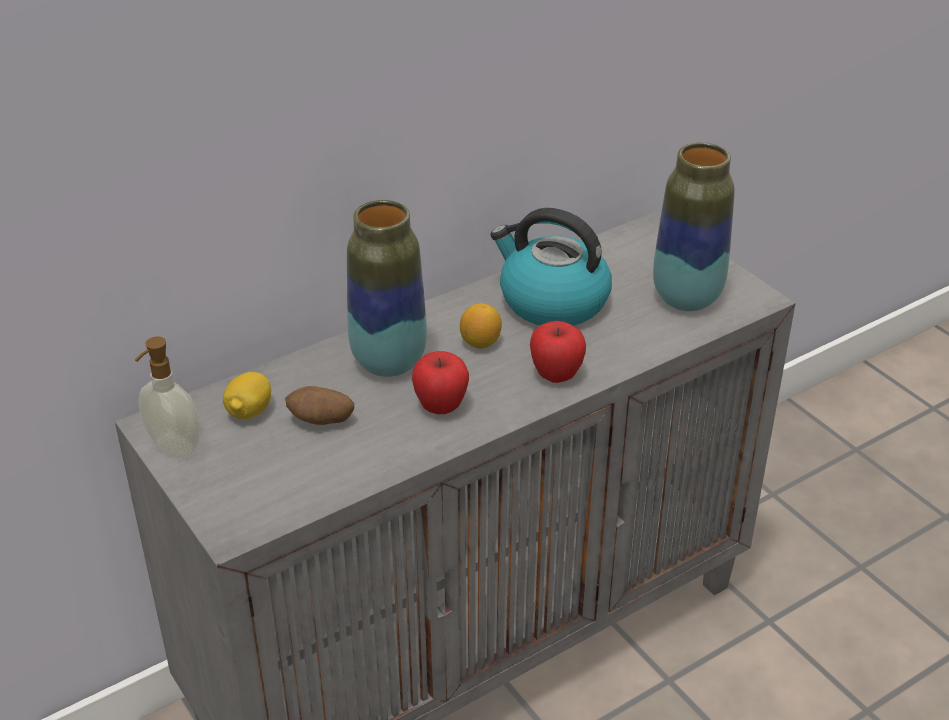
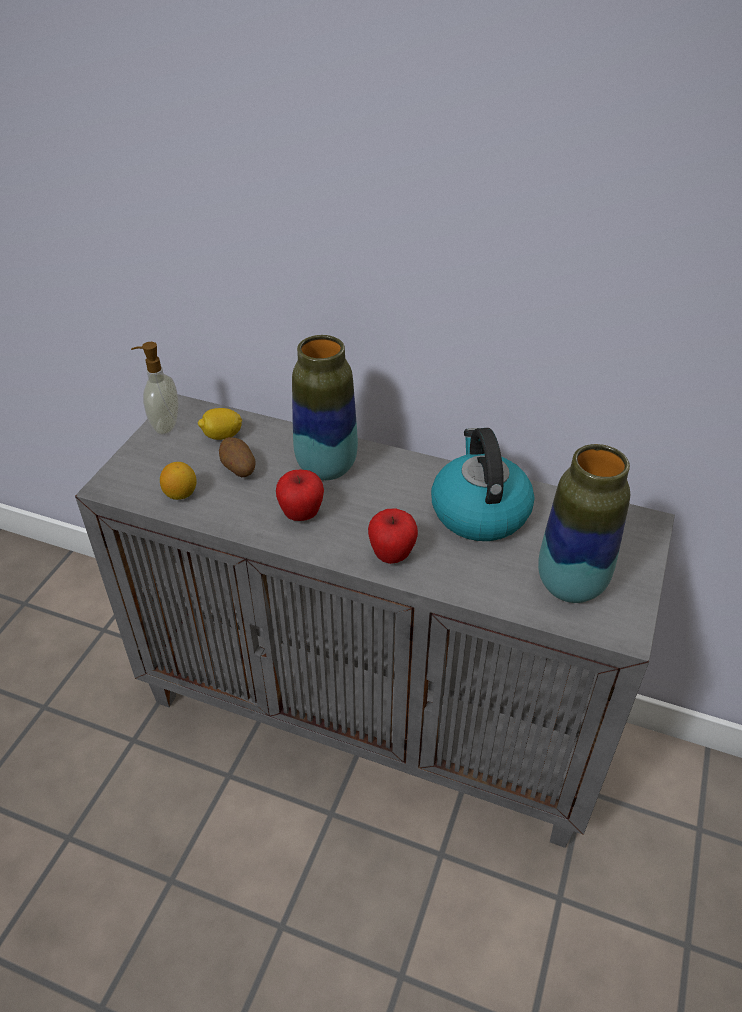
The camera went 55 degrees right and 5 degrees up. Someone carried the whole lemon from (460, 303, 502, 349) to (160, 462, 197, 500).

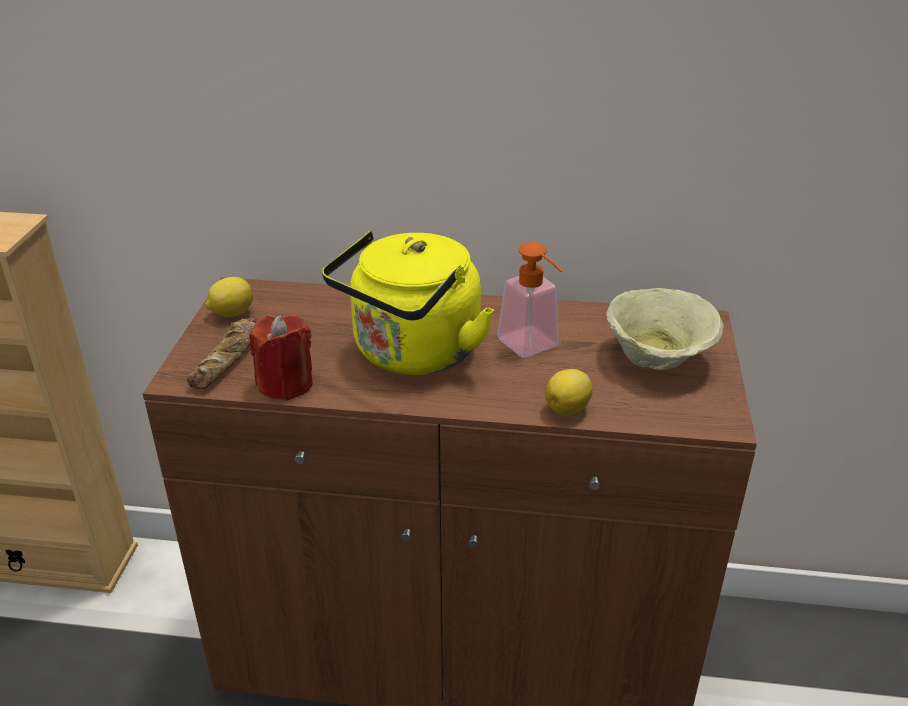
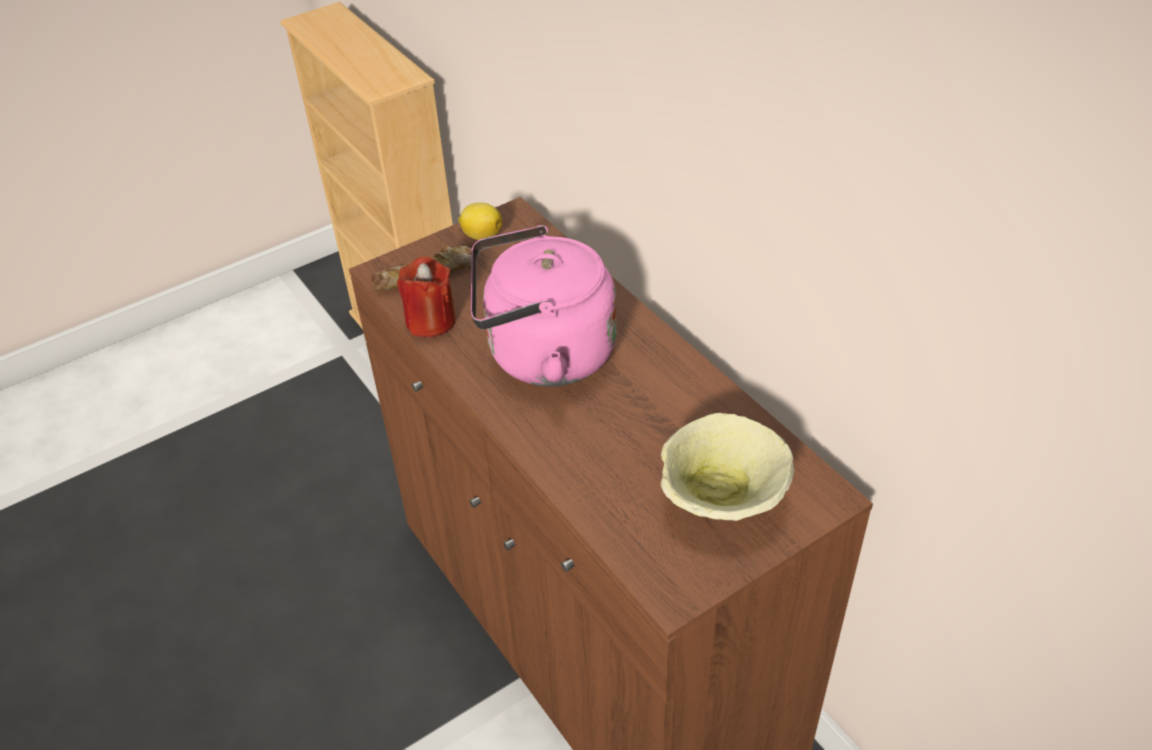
The camera went 50 degrees right and 10 degrees up. Someone repainted the yellow kettle at (322, 231, 494, 375), which became the pinkish kettle at (471, 225, 617, 387). Someone took away the liquid soap bottle at (497, 242, 563, 358). Someone took away the whole lemon at (545, 369, 593, 416).

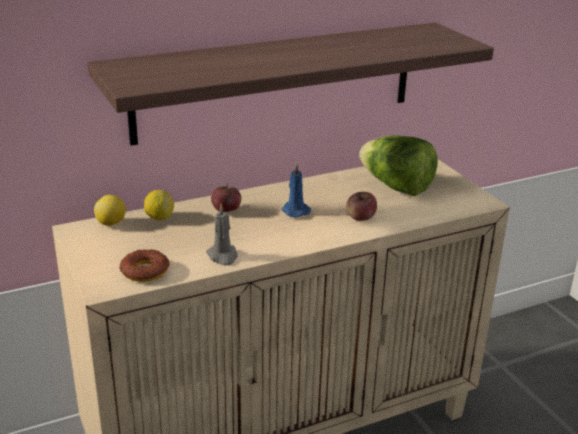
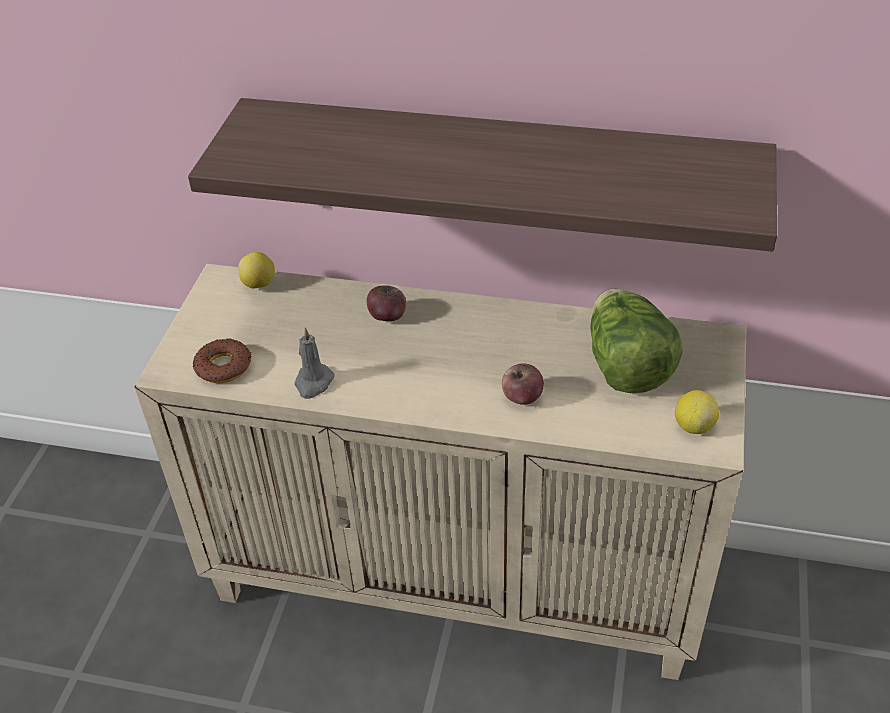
The camera went 40 degrees right and 15 degrees up. Someone carried the whole lemon from (144, 190, 174, 220) to (675, 390, 719, 434). Someone took away the blue-coloured candle at (281, 164, 311, 217).

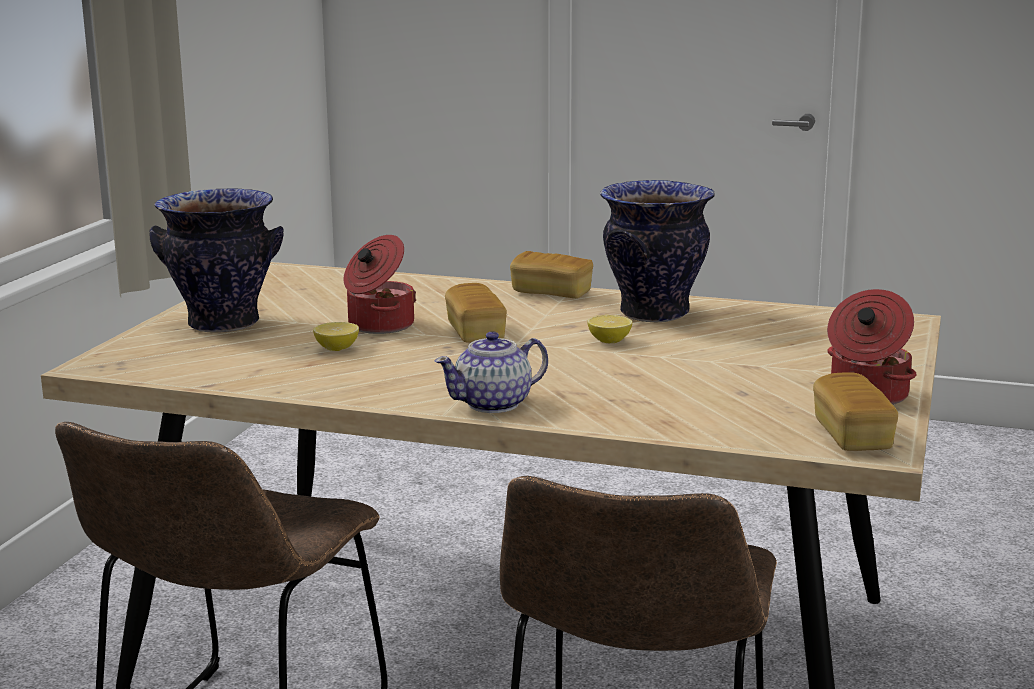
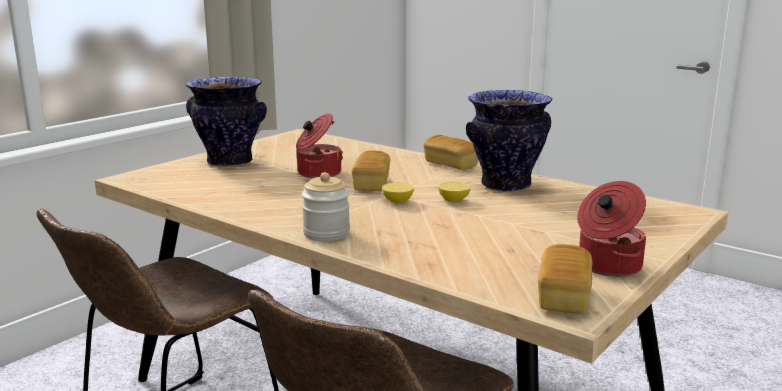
The camera went 20 degrees right and 0 degrees up. Someone swapped the tea pot at (435, 331, 548, 413) for the preserve jar at (301, 172, 350, 242). Someone carried the whole lemon from (313, 322, 359, 351) to (382, 182, 414, 203).

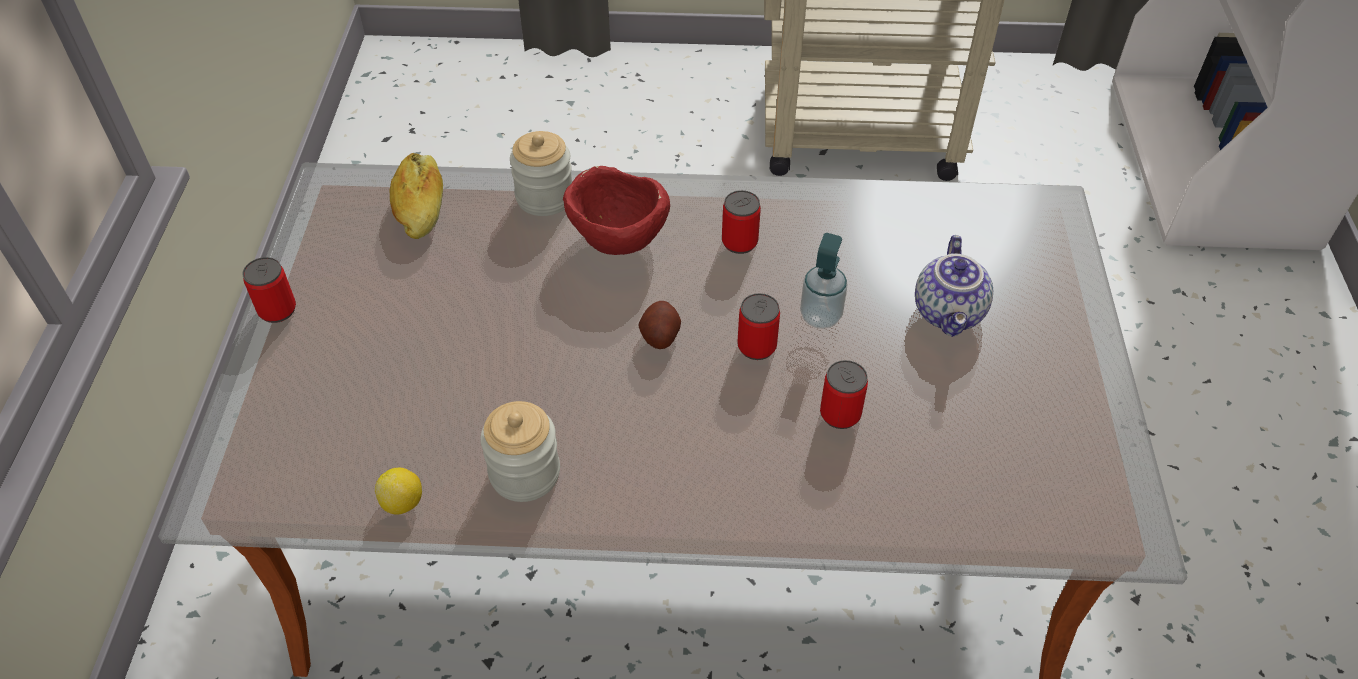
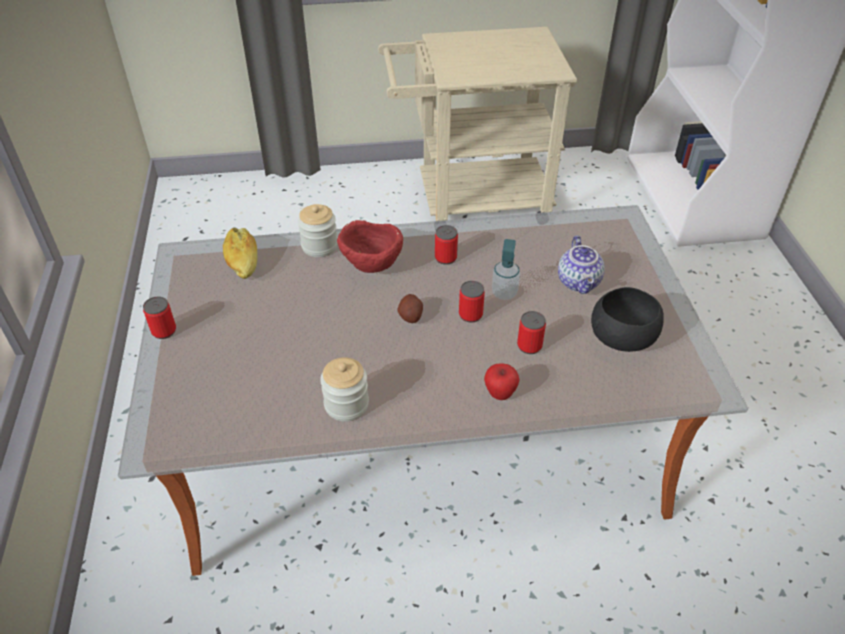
The camera went 10 degrees left and 5 degrees down. Someone put down the whole apple at (484, 363, 520, 400). Someone put down the black-coloured bowl at (591, 287, 664, 352). Someone took away the whole lemon at (375, 467, 422, 515).

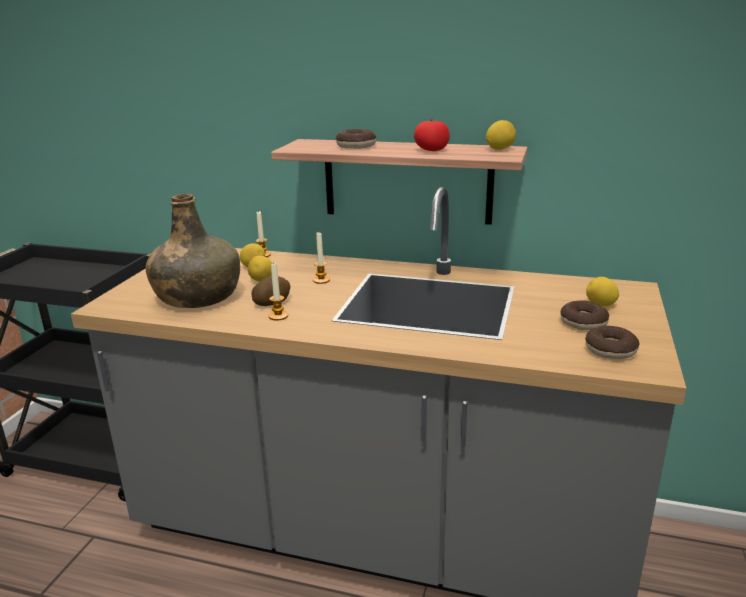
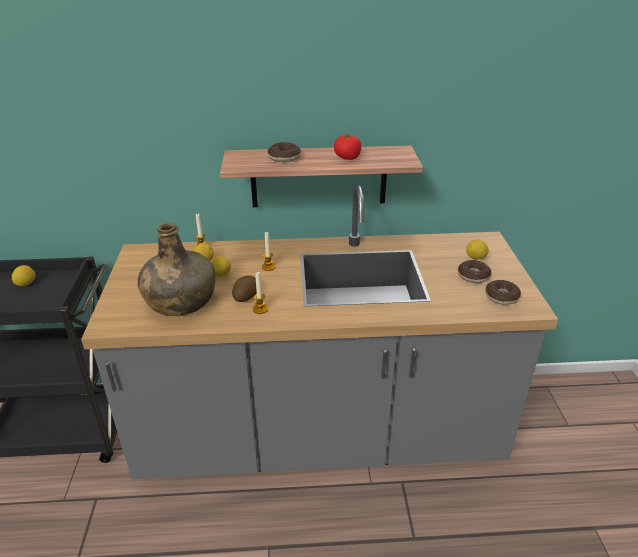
The camera went 20 degrees left and 10 degrees up. Someone carried the whole lemon from (486, 120, 516, 150) to (12, 265, 35, 286).

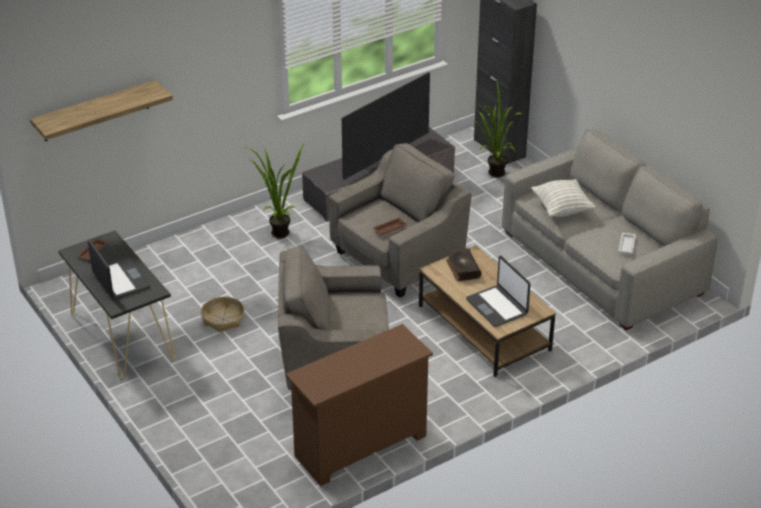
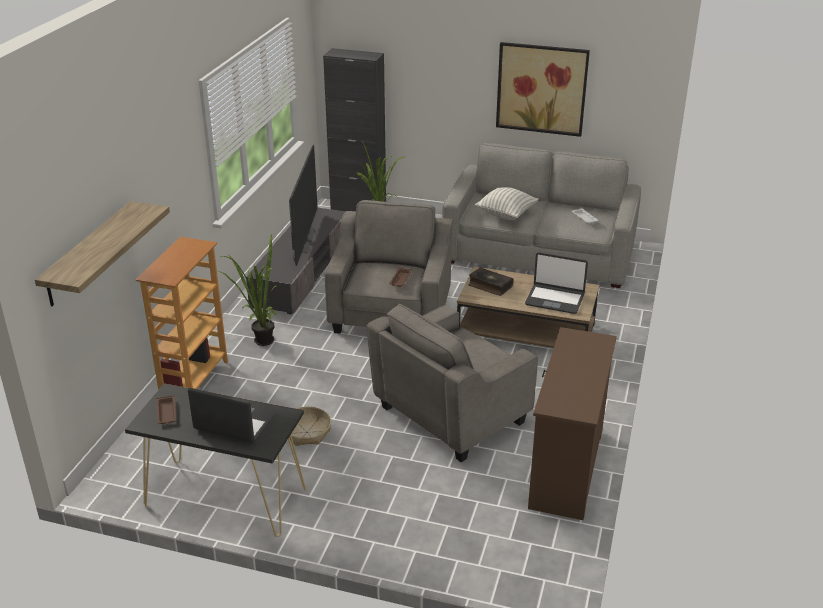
The camera went 40 degrees left and 5 degrees down. Someone put down the bookcase at (135, 237, 228, 390). Someone put up the wall picture at (496, 42, 590, 137).

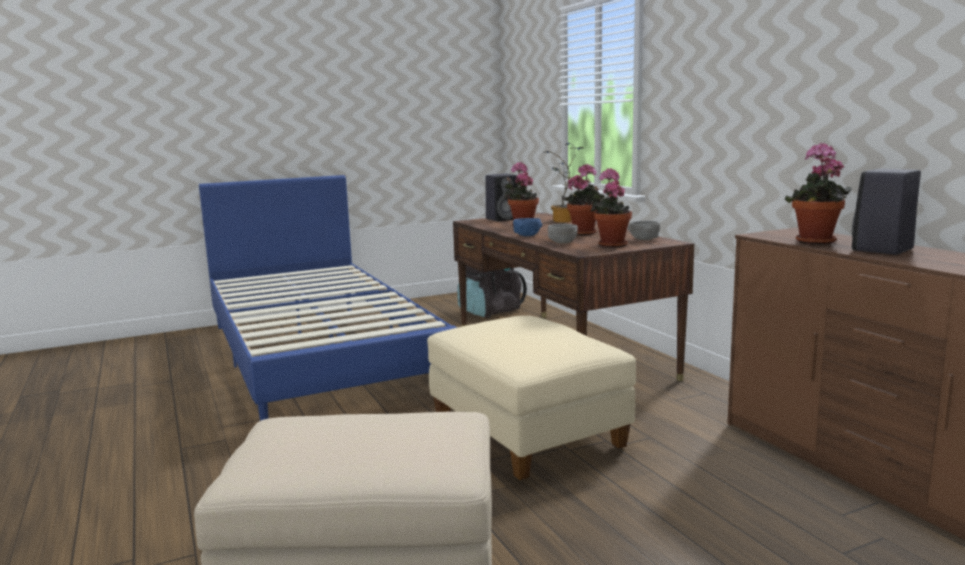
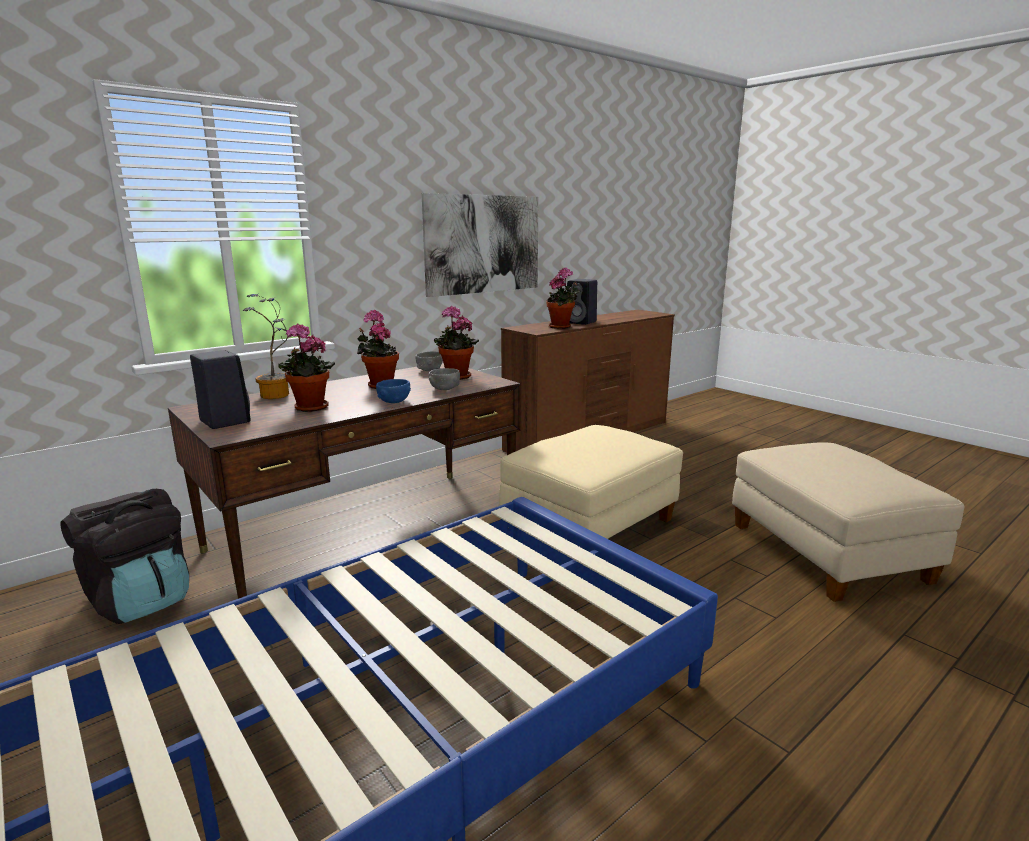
The camera went 105 degrees left and 5 degrees up. Someone put up the wall picture at (422, 193, 539, 297).

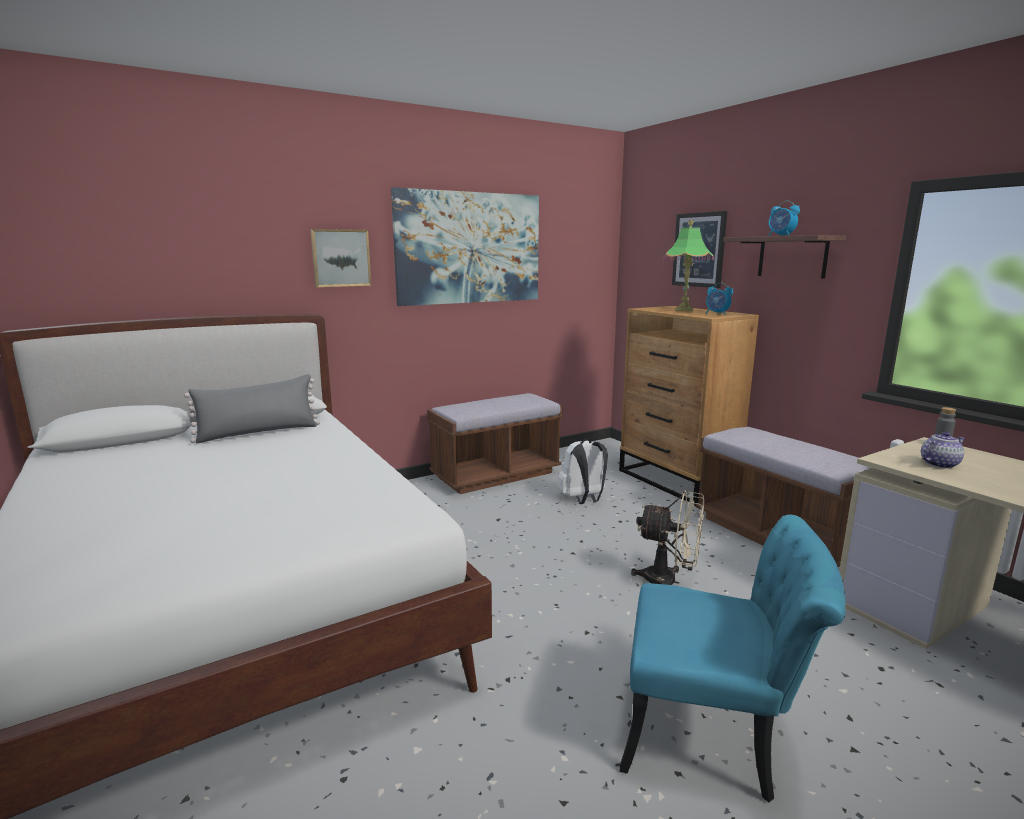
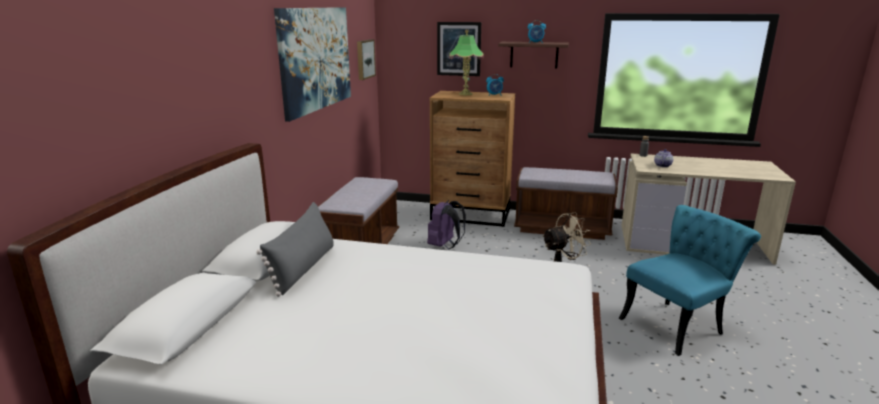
The camera went 45 degrees left and 5 degrees up. Someone carried the wall picture from (310, 229, 371, 287) to (357, 39, 376, 80). Someone repainted the white knapsack at (558, 438, 608, 504), which became the purple knapsack at (427, 200, 466, 249).

